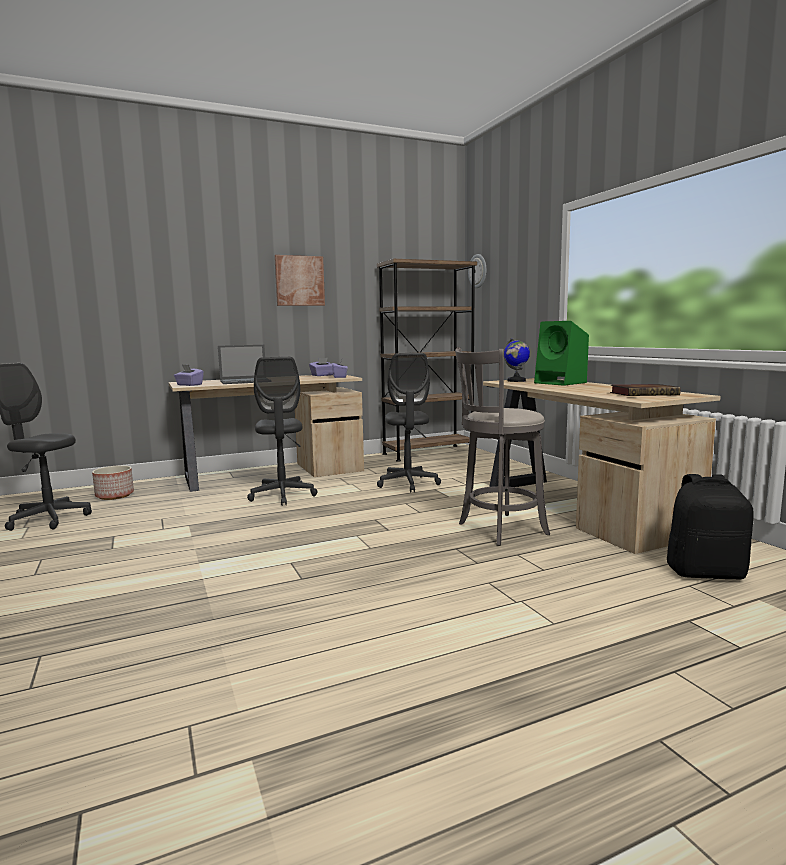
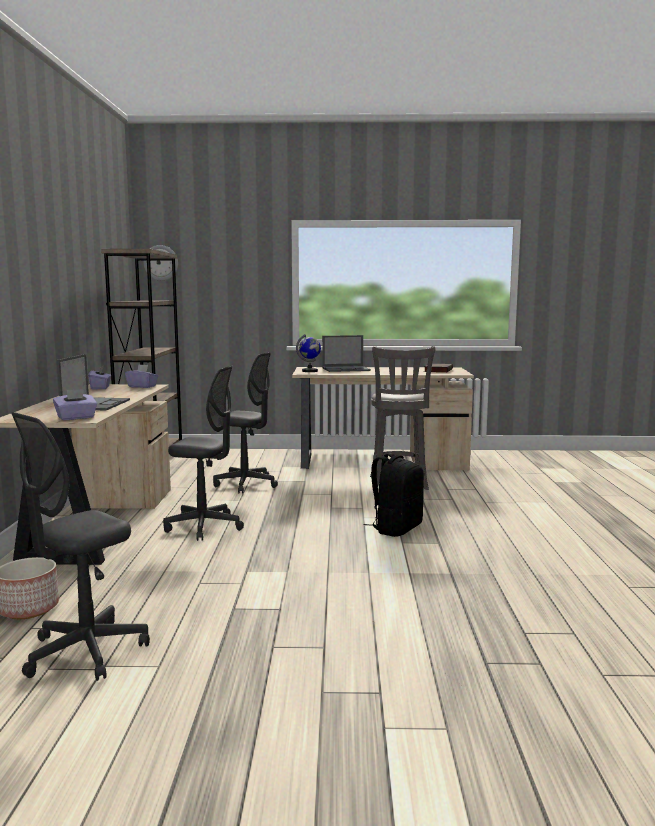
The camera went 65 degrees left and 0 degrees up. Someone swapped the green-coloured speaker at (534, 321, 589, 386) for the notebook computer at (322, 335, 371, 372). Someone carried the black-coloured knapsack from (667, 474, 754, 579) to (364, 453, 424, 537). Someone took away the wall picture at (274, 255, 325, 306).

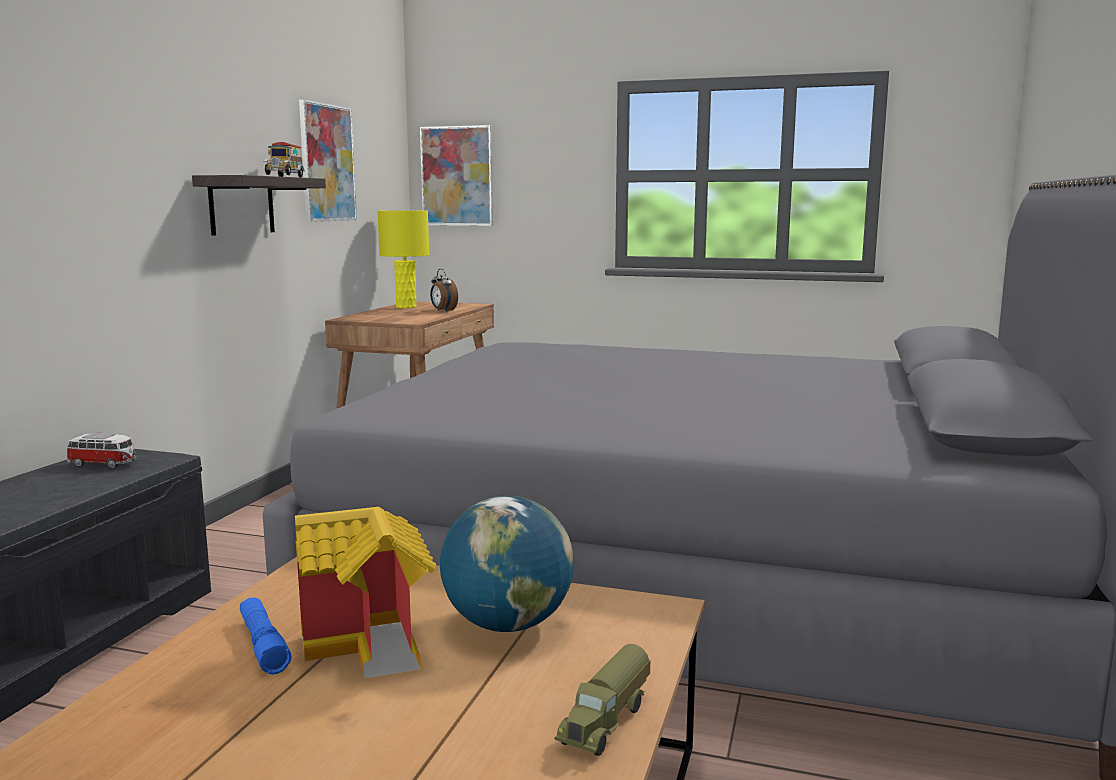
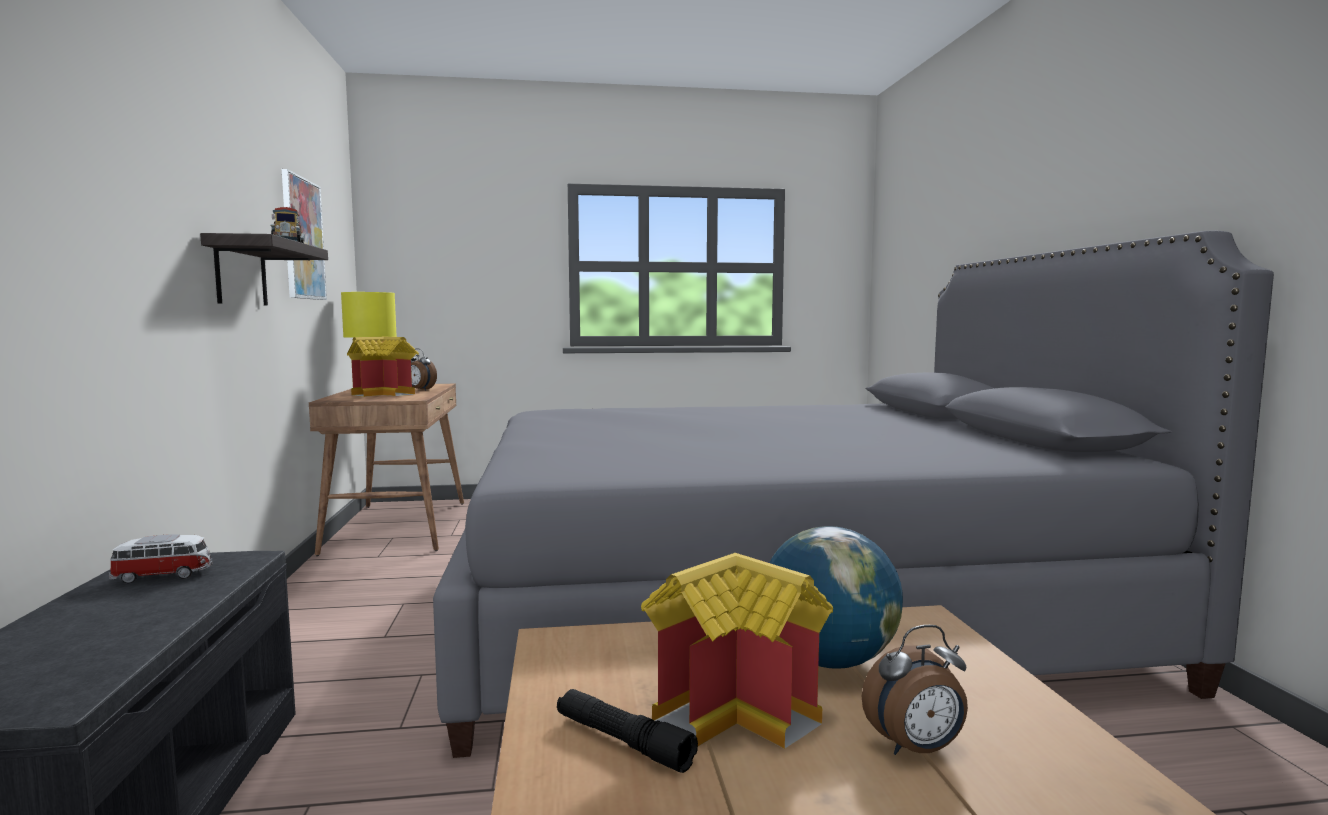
The camera went 25 degrees left and 5 degrees down. Someone put down the toy house at (347, 337, 419, 397). Someone repainted the blue-coloured flashlight at (240, 597, 291, 674), which became the black-coloured flashlight at (557, 689, 698, 773). Someone put down the table clock at (862, 625, 968, 755). Someone took away the wall picture at (420, 125, 493, 226). Someone took away the toy lorry at (555, 644, 650, 756).

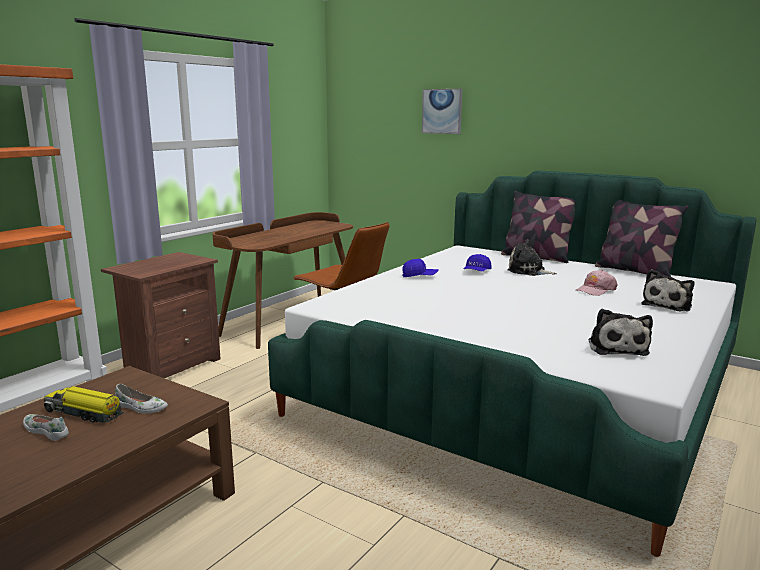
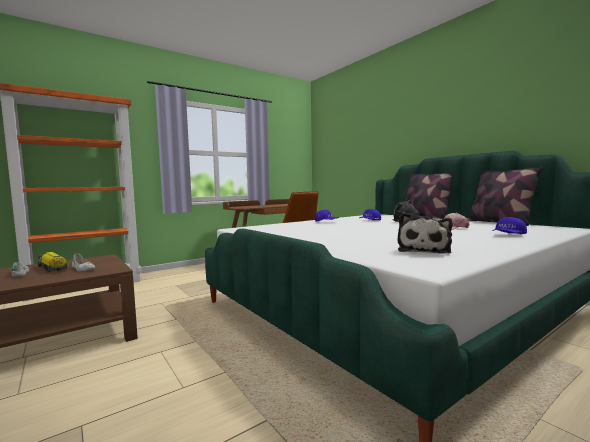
The camera went 20 degrees right and 10 degrees down. Someone swapped the cuddly toy at (642, 269, 694, 312) for the blue-coloured peaked cap at (492, 217, 527, 234). Someone took away the brownish nightstand at (101, 252, 221, 378). Someone took away the wall picture at (422, 89, 462, 134).

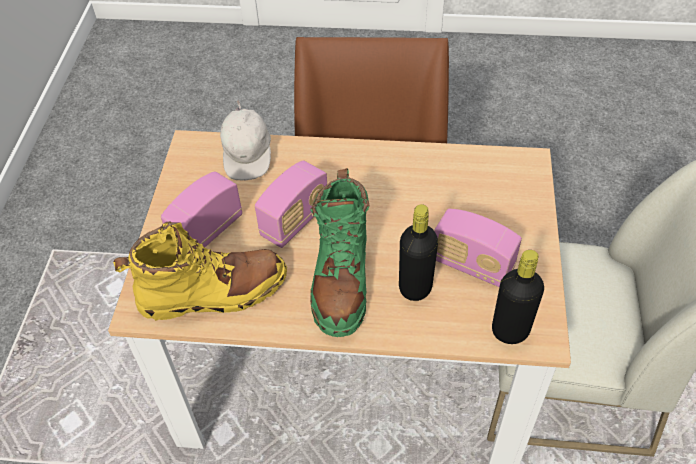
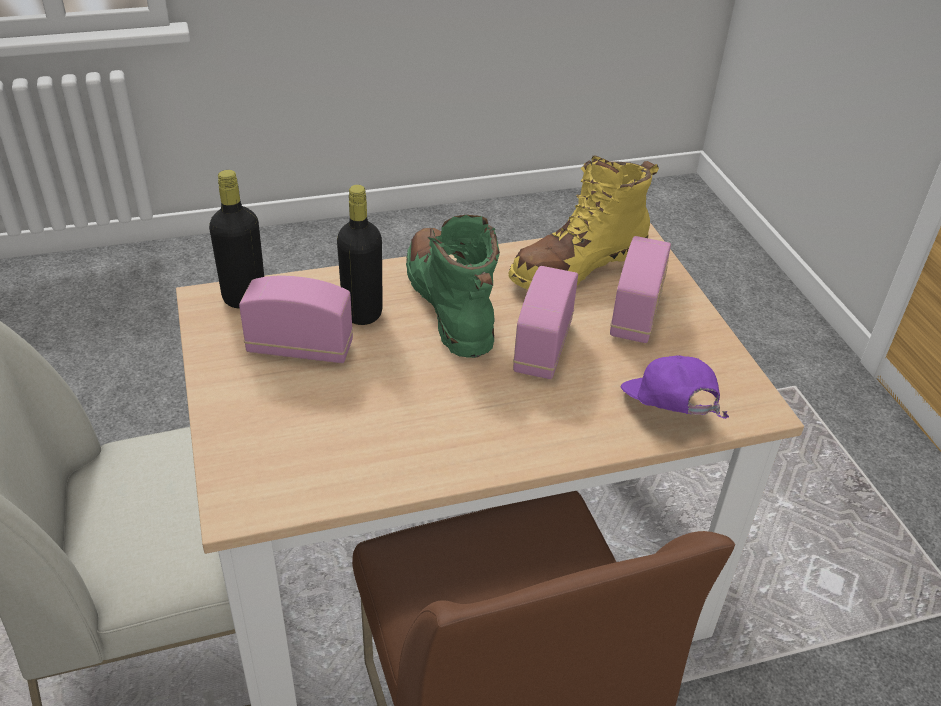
The camera went 155 degrees right and 10 degrees down. Someone repainted the white peaked cap at (220, 100, 271, 181), which became the purple peaked cap at (621, 355, 729, 419).

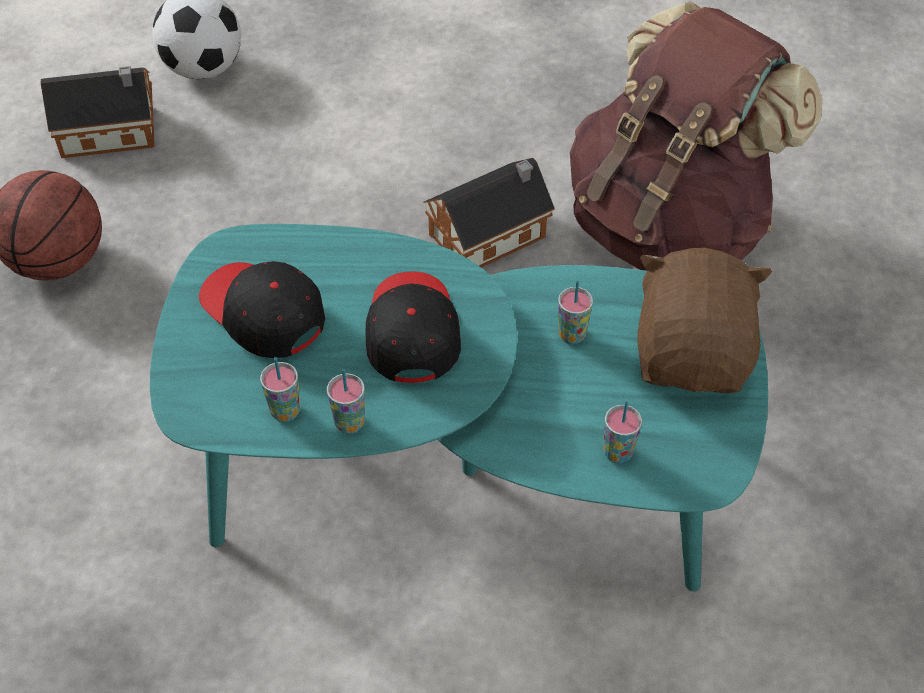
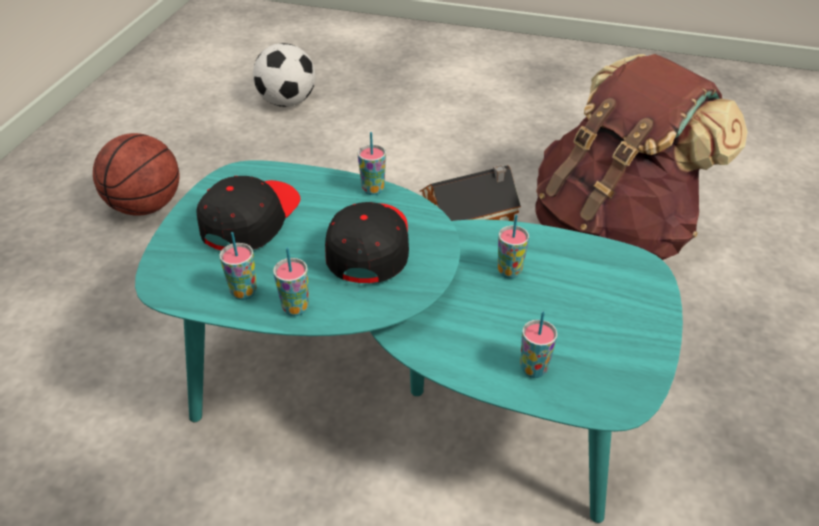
The camera went 10 degrees right and 10 degrees down. Someone rotated the black-coloured peaked cap at (199, 261, 325, 358) by 60 degrees clockwise. Someone put down the cup at (358, 132, 386, 195). Someone took away the toy house at (41, 66, 154, 158). Someone took away the brownish cuddly toy at (637, 248, 772, 393).

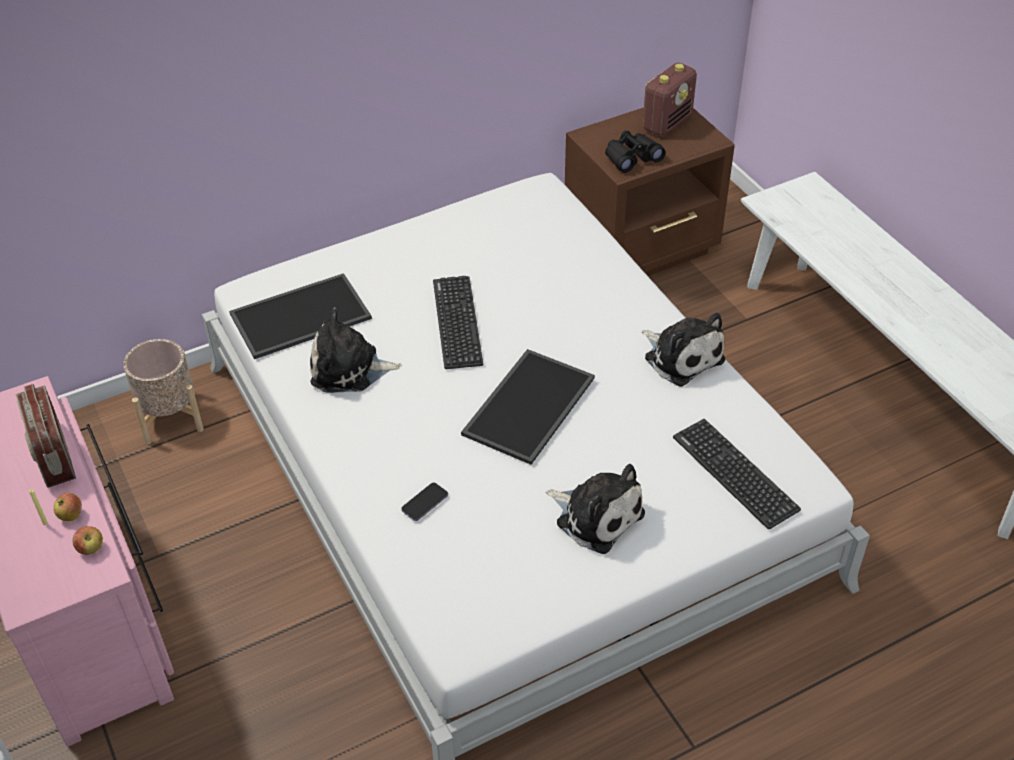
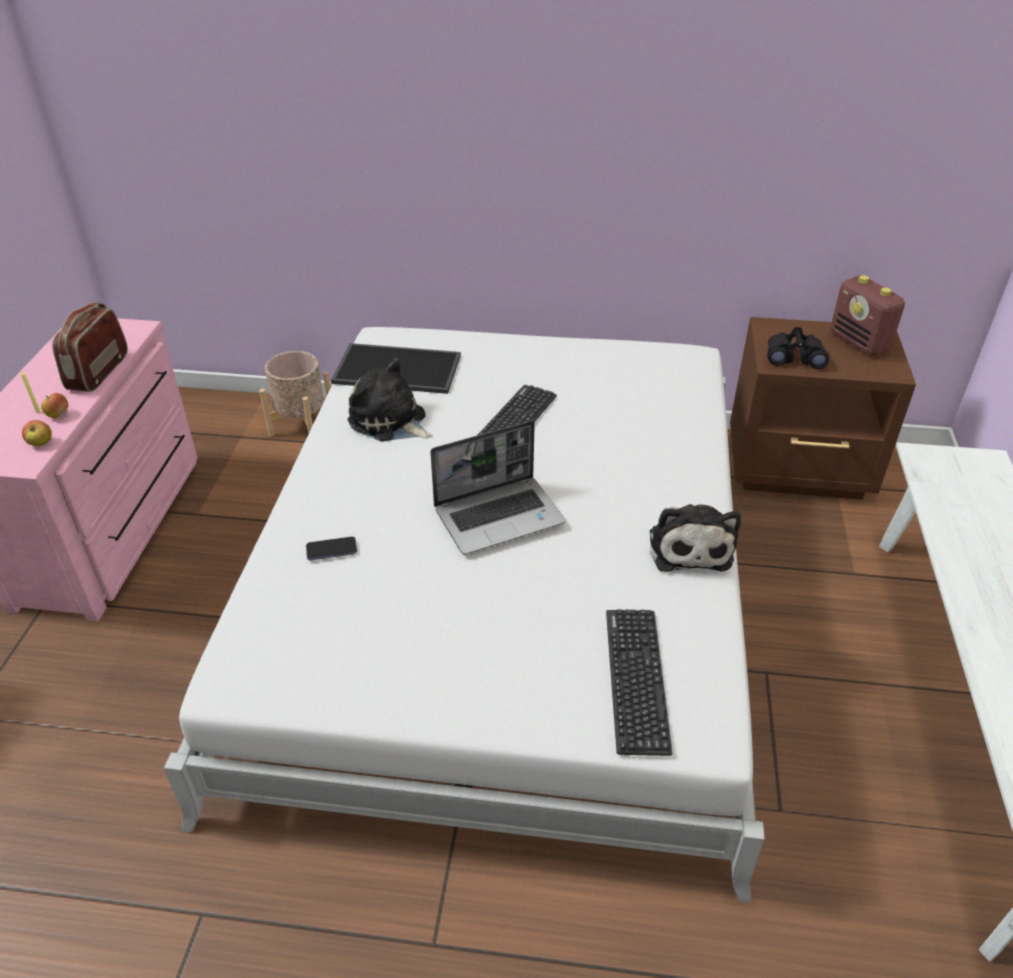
The camera went 35 degrees right and 5 degrees down. Someone swapped the tray at (461, 349, 595, 465) for the notebook computer at (430, 421, 565, 555). Someone rotated the radio receiver at (643, 63, 697, 137) by 75 degrees clockwise. Someone took away the cuddly toy at (546, 464, 645, 554).

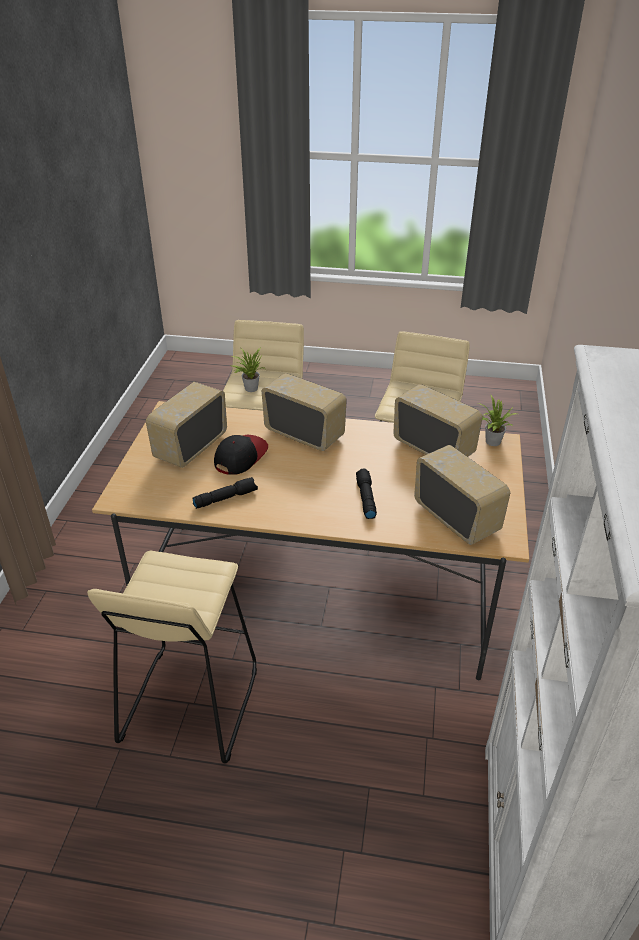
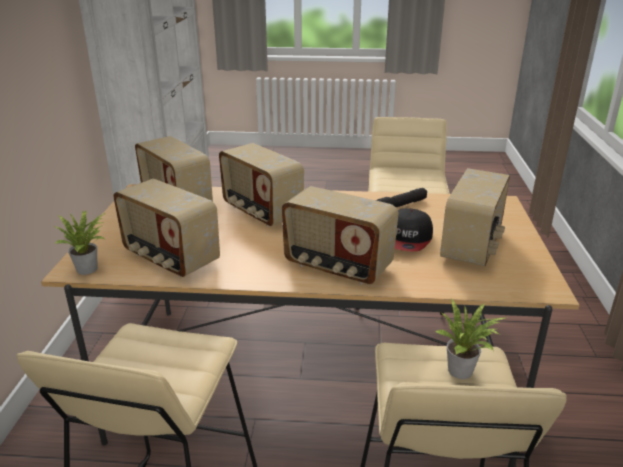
The camera went 175 degrees right and 10 degrees down. Someone swapped the black-coloured flashlight at (356, 469, 377, 519) for the radio receiver at (219, 143, 304, 227).

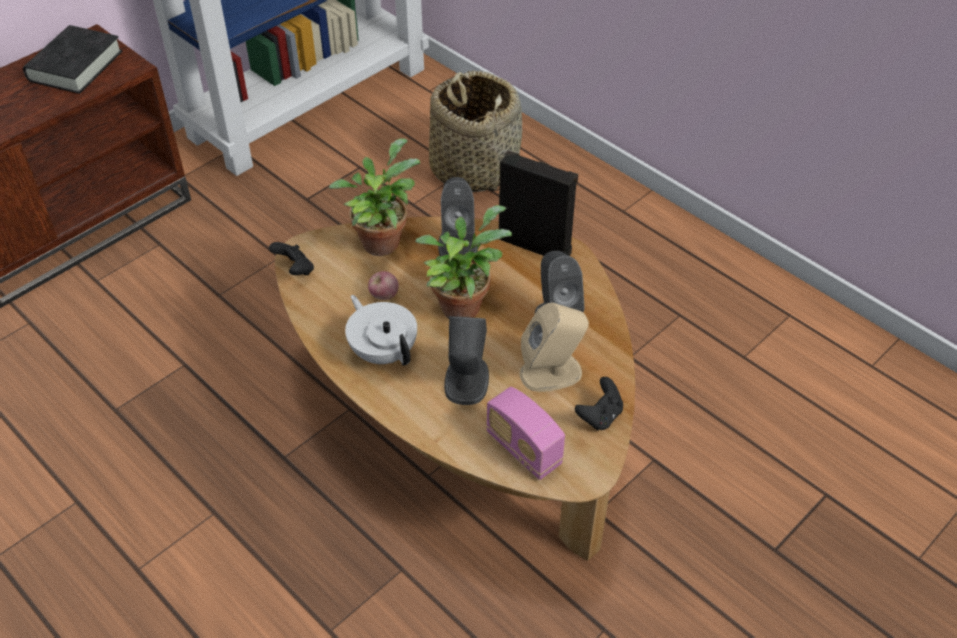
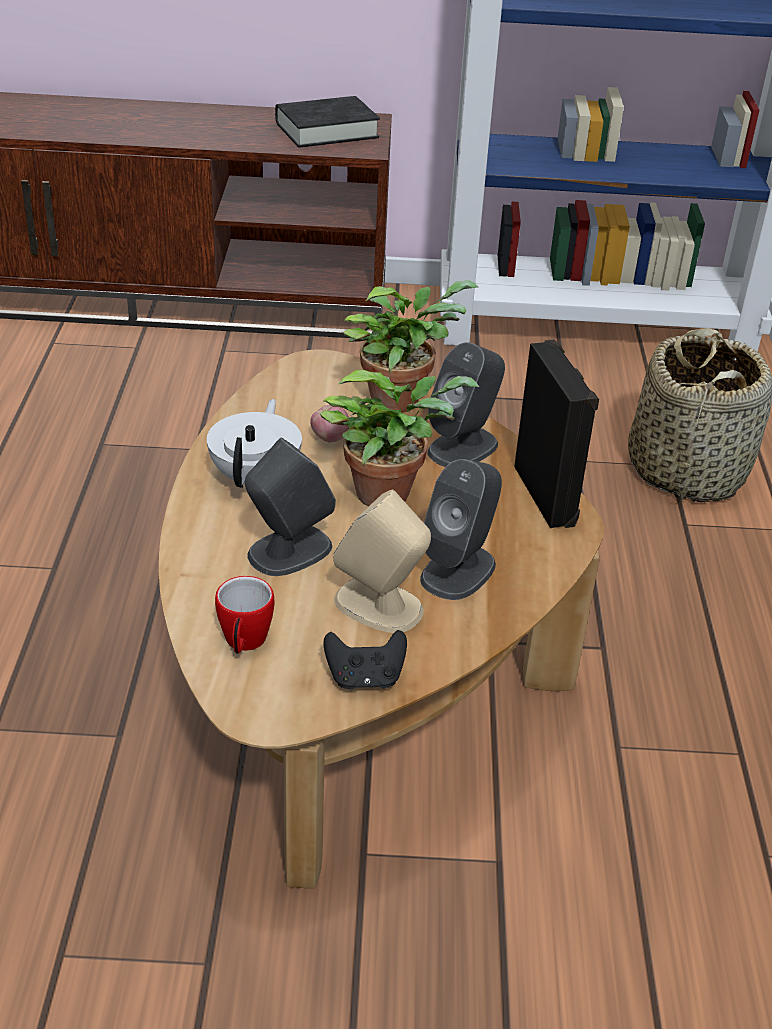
The camera went 45 degrees right and 10 degrees down. Someone swapped the radio receiver at (486, 387, 565, 480) for the tea mug at (215, 576, 274, 654). Someone took away the black-coloured game controller at (269, 242, 314, 276).

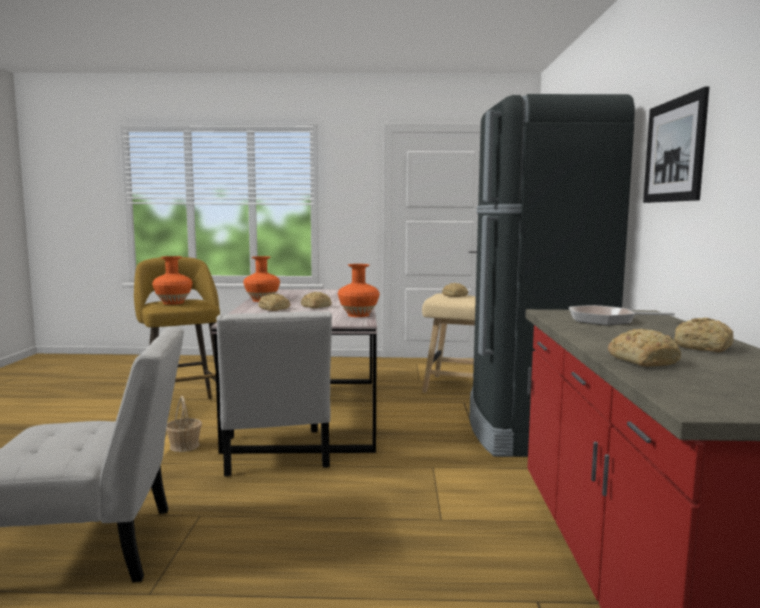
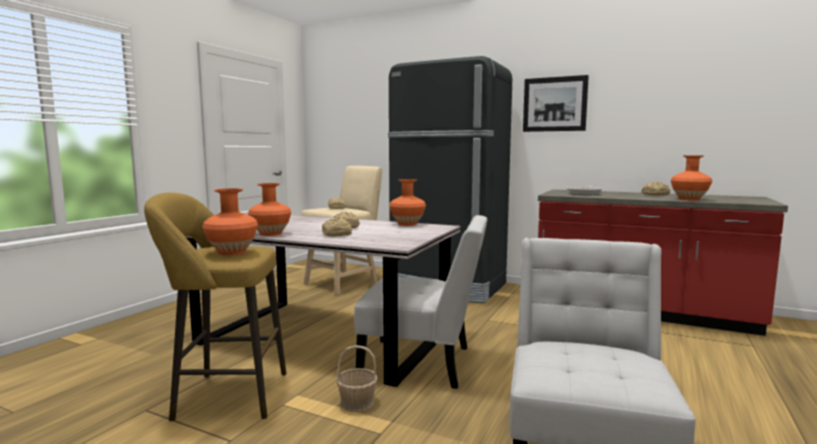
The camera went 65 degrees left and 0 degrees up. Someone swapped the bread at (608, 329, 681, 367) for the orangey decorative vase at (671, 155, 712, 200).

